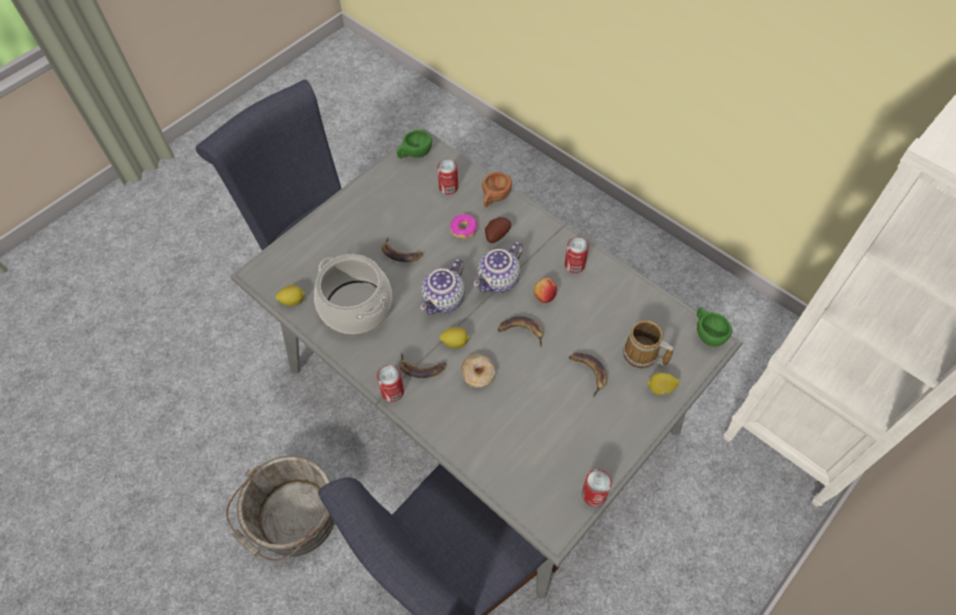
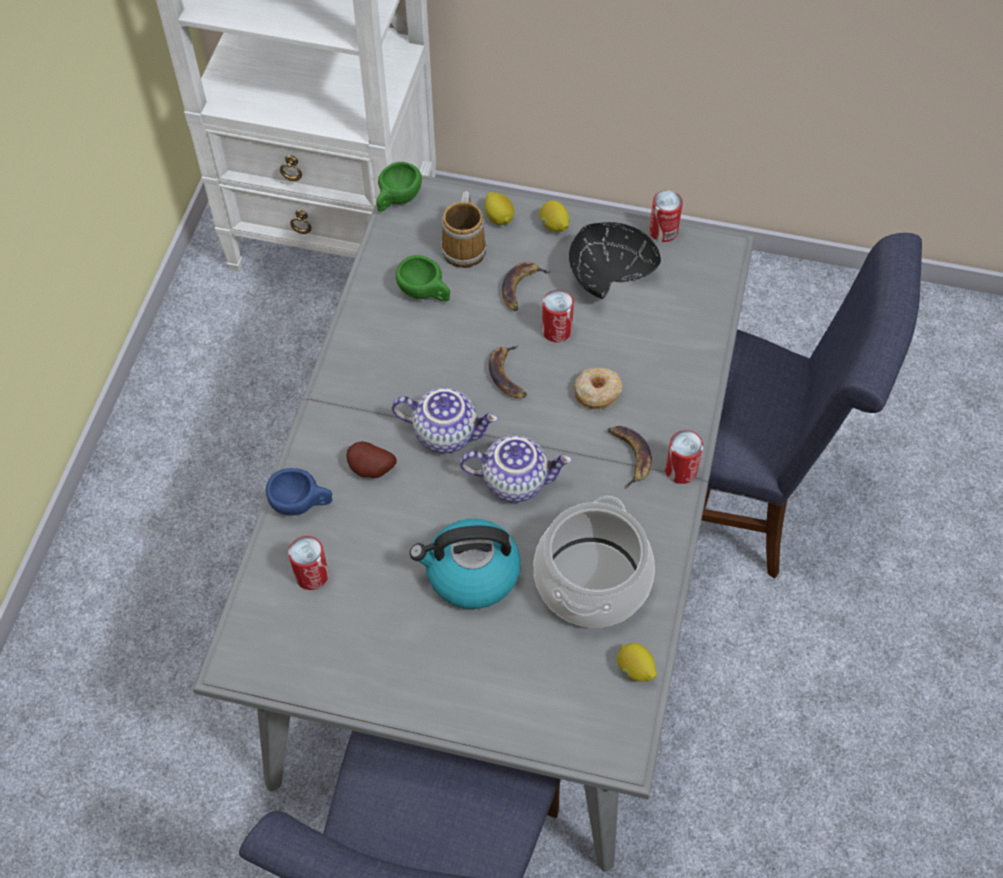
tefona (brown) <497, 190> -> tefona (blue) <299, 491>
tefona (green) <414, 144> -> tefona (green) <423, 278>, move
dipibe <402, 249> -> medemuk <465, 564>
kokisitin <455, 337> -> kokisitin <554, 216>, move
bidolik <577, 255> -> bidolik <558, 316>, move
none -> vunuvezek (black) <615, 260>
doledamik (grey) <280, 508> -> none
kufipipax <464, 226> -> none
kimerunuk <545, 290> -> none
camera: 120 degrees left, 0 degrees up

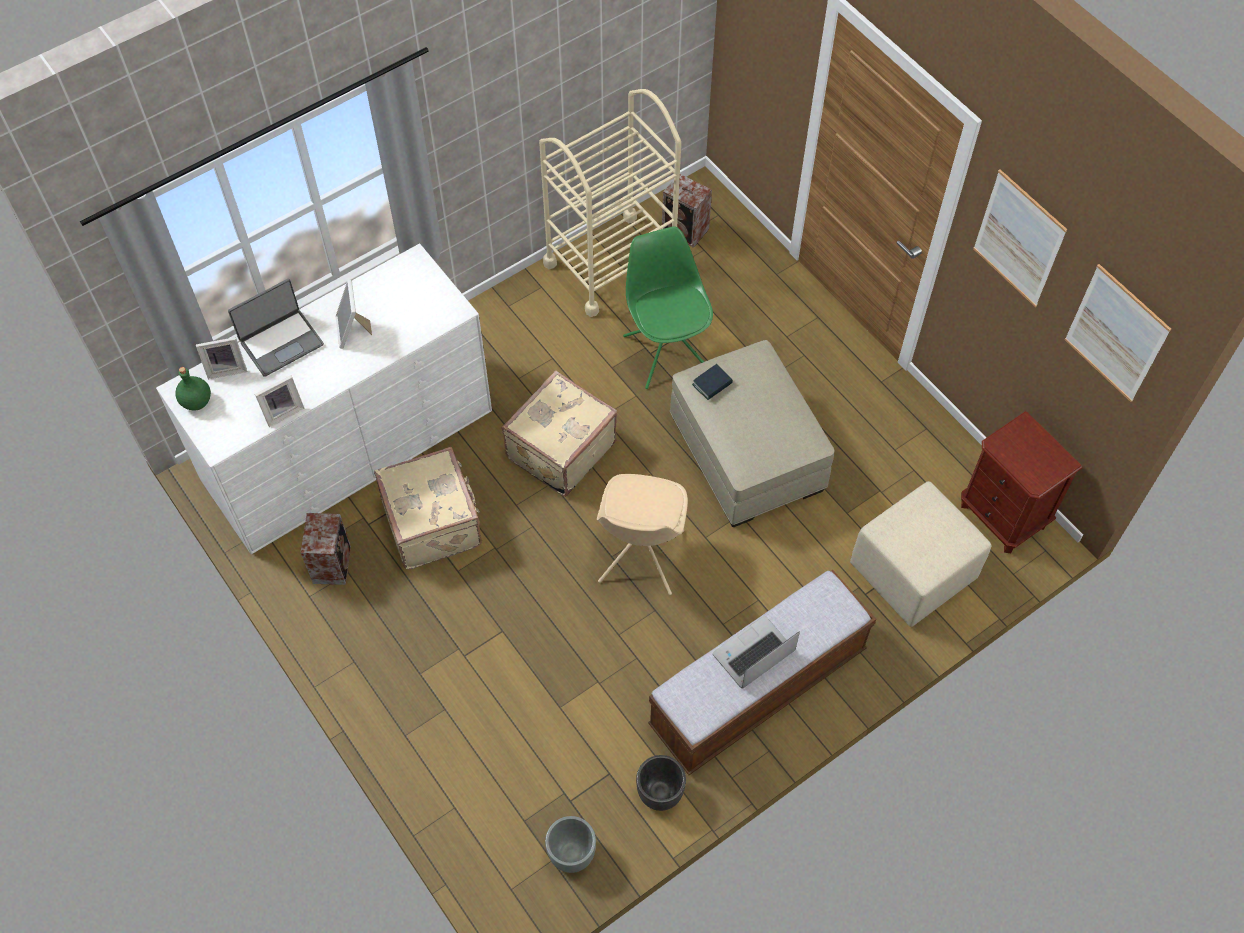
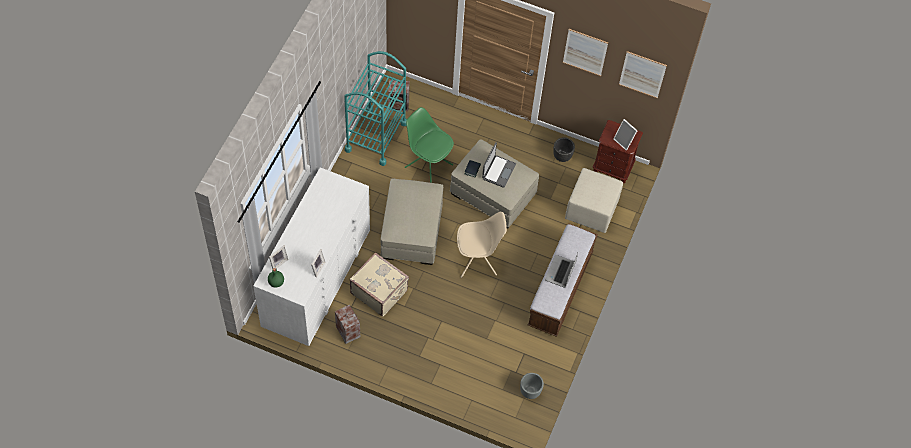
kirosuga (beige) <610, 203> -> kirosuga (turquoise) <375, 108>
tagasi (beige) <559, 433> -> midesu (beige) <411, 221>
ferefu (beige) <642, 534> -> ferefu (beige) <482, 245>, 75 degrees counterclockwise
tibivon <276, 328> -> tibivon <499, 165>, move
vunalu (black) <661, 783> -> vunalu (black) <564, 149>, move
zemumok <354, 314> -> zemumok <625, 135>, move
camera: 35 degrees left, 0 degrees up

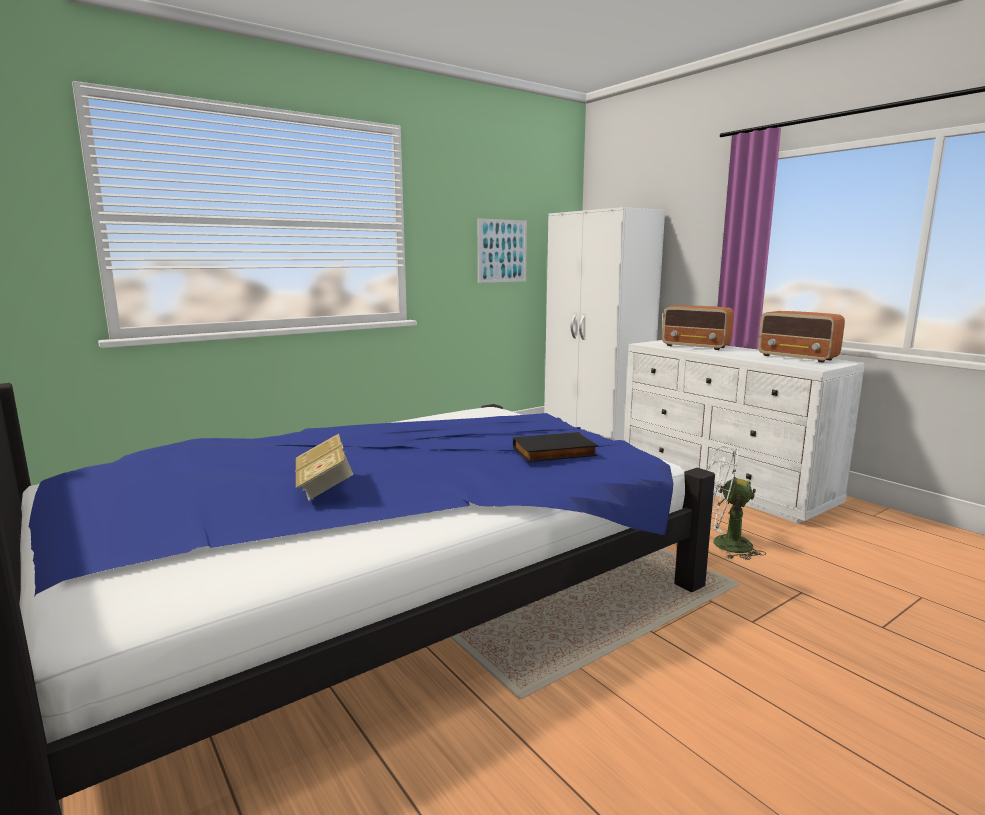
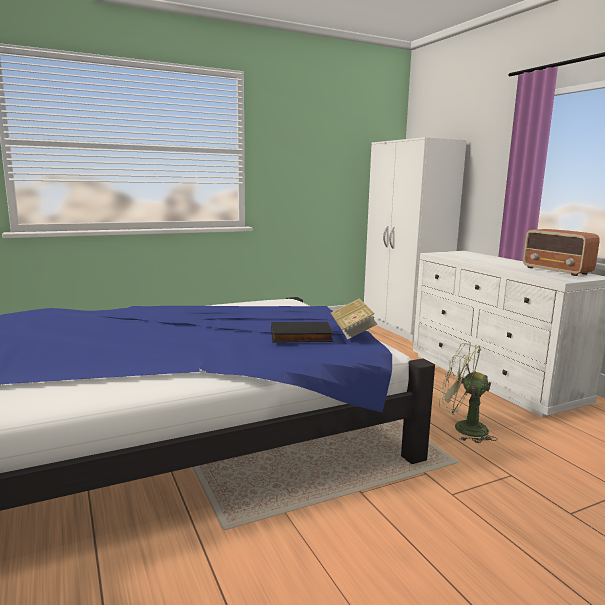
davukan <324, 467> -> davukan <354, 318>, move
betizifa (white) <736, 503> -> betizifa (green) <468, 393>
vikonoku <502, 250> -> none
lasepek <698, 327> -> none
camera: 10 degrees right, 0 degrees up

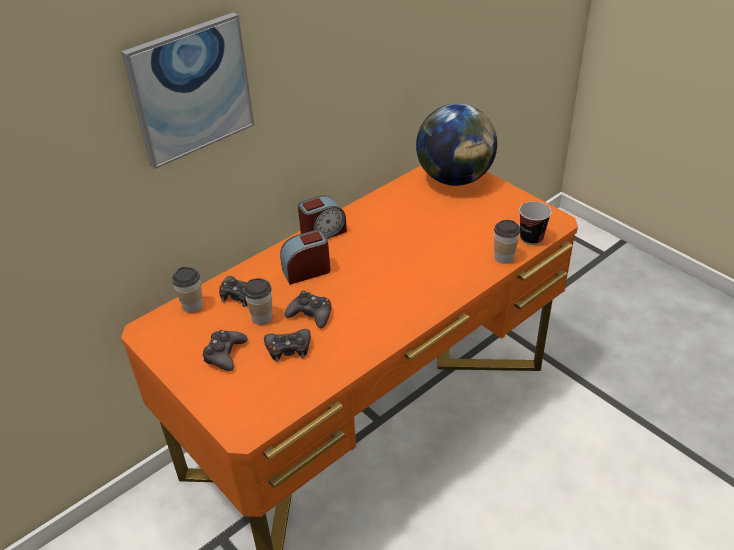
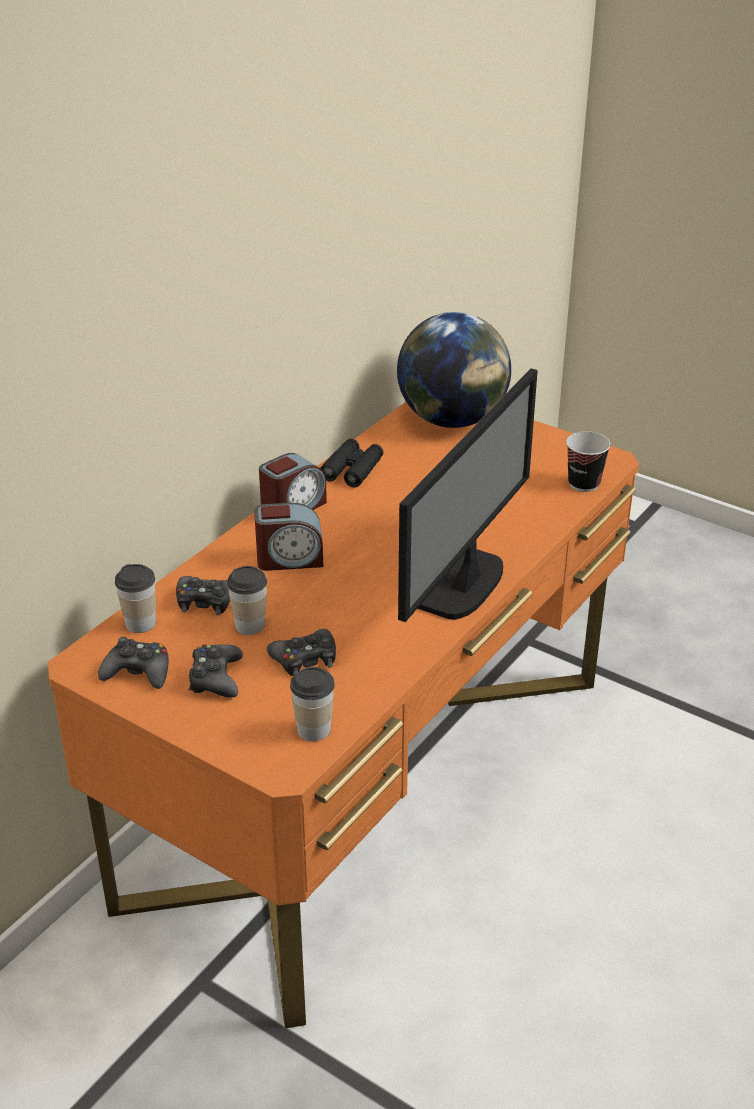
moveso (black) <307, 310> -> moveso (black) <133, 663>, move
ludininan <305, 257> -> ludininan <288, 537>, 150 degrees counterclockwise
tefona <507, 242> -> tefona <312, 704>, move
none -> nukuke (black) <351, 463>
none -> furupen <468, 495>
vikonoku <187, 90> -> none
camera: 15 degrees left, 5 degrees down

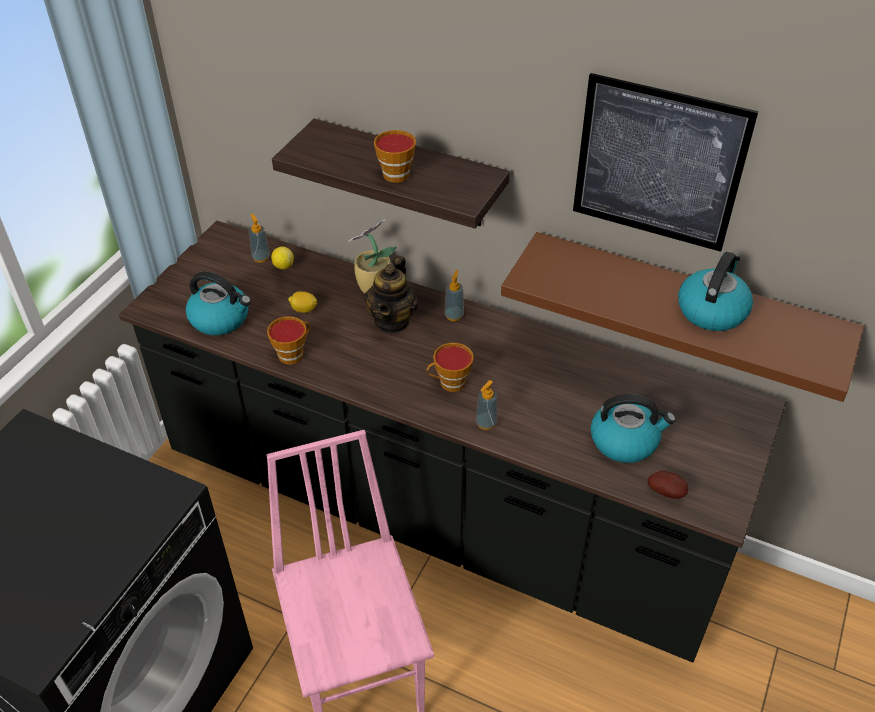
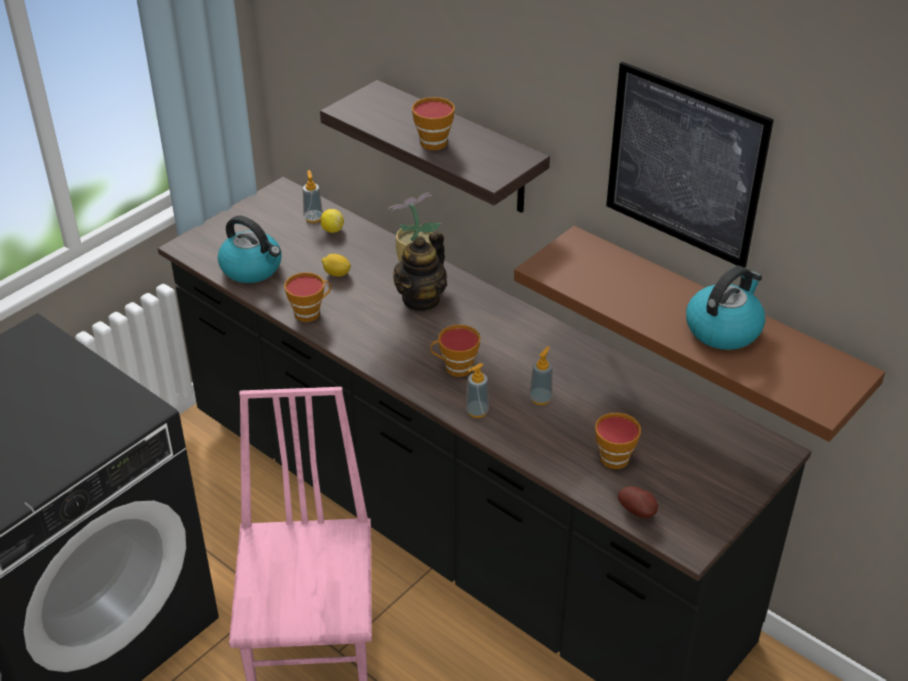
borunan <454, 295> -> borunan <541, 375>, move
medemuk <633, 428> -> tefona <618, 440>
camera: 15 degrees right, 5 degrees down

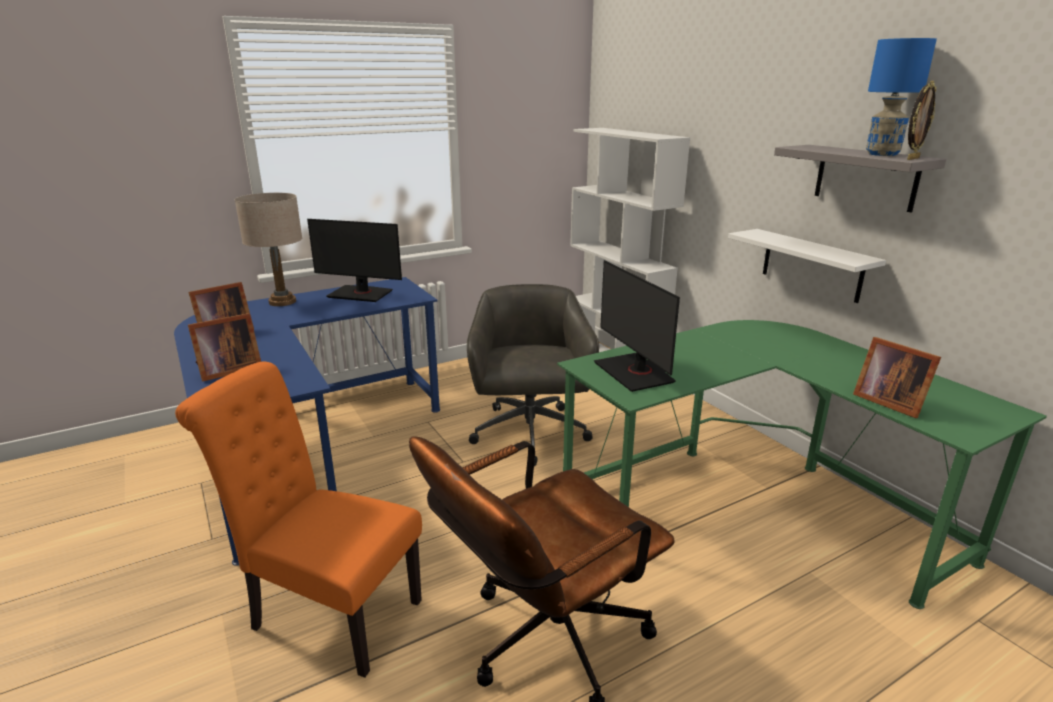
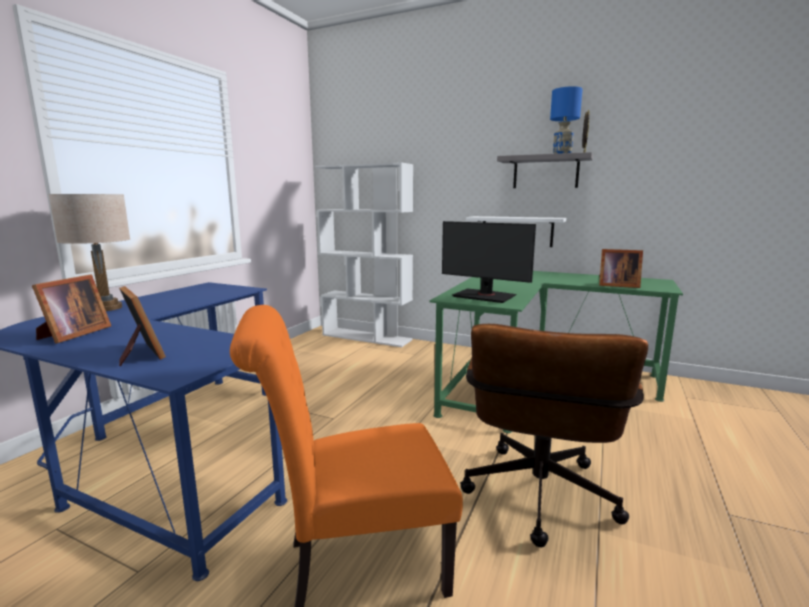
zemumok <224, 347> -> zemumok <142, 326>, 60 degrees counterclockwise
furupen <354, 260> -> none
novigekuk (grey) <533, 375> -> none
camera: 35 degrees left, 10 degrees down

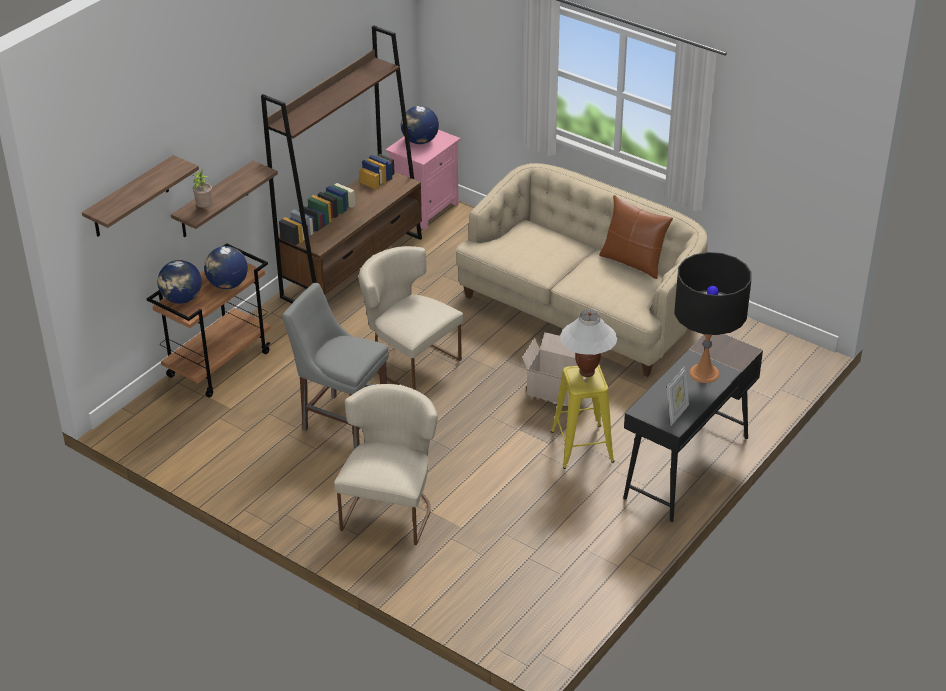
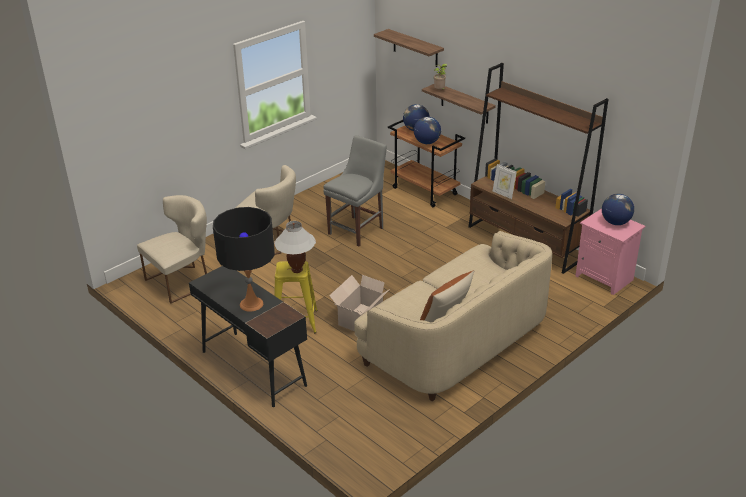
ferefu (beige) <411, 318> -> ferefu (beige) <172, 249>, move
zemumok <678, 396> -> zemumok <505, 181>, move
camera: 100 degrees right, 5 degrees down

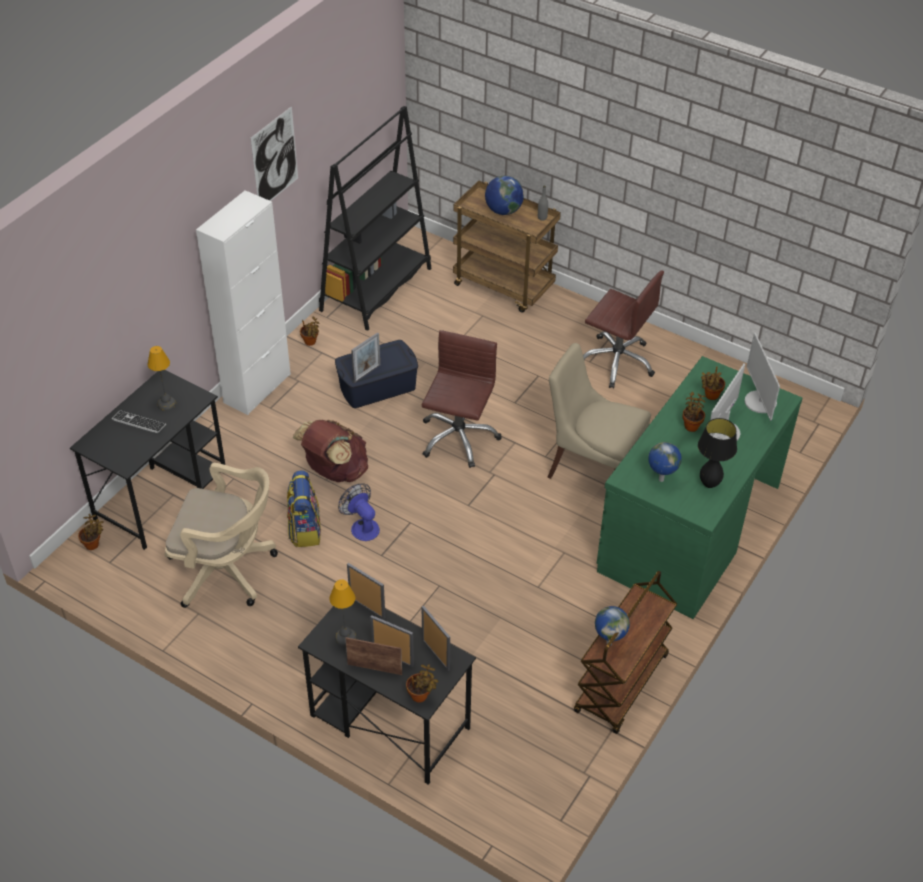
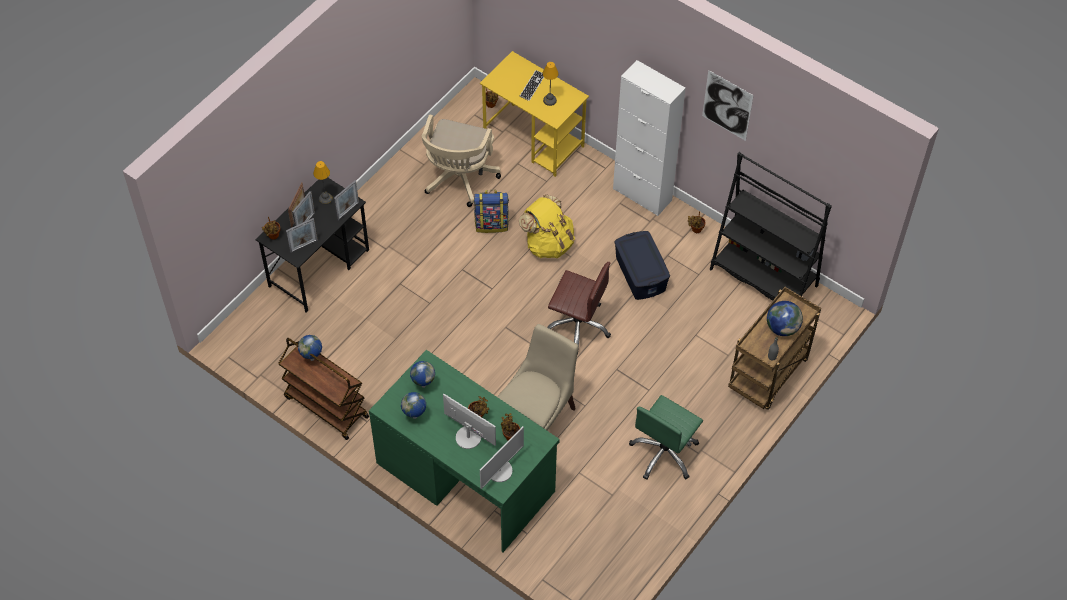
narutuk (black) <717, 453> -> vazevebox <413, 405>
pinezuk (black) <147, 460> -> pinezuk (yellow) <534, 114>
furupen <762, 377> -> furupen <502, 457>, 135 degrees clockwise
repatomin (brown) <330, 451> -> repatomin (yellow) <547, 226>
novigekuk (brown) <623, 329> -> novigekuk (green) <666, 437>
betizifa <359, 512> -> none
zemumok <365, 358> -> none
camera: 95 degrees right, 10 degrees up

